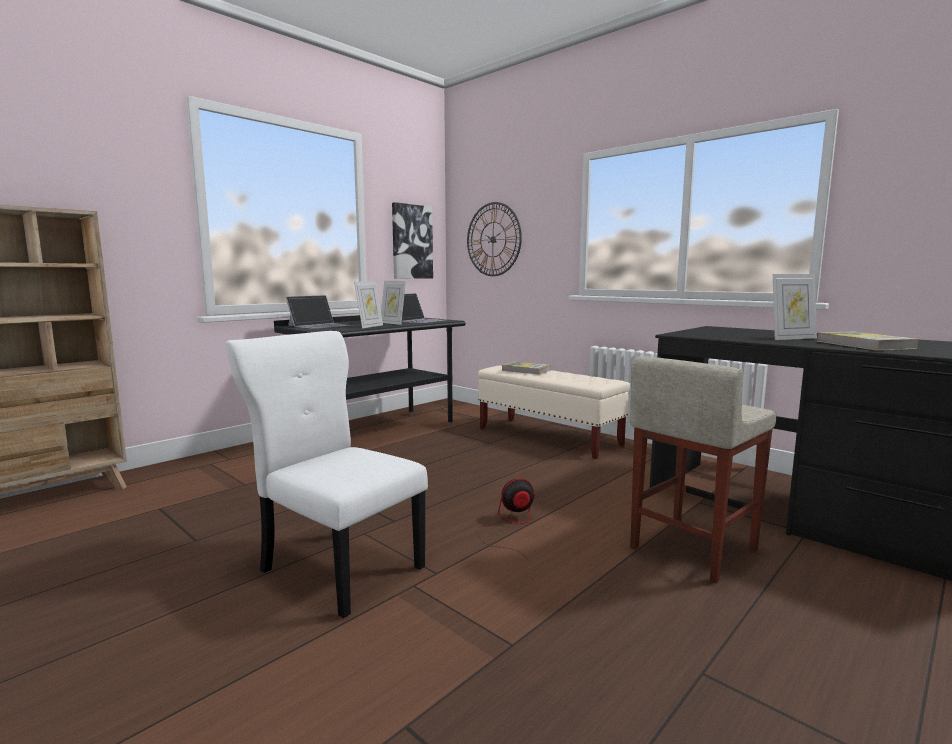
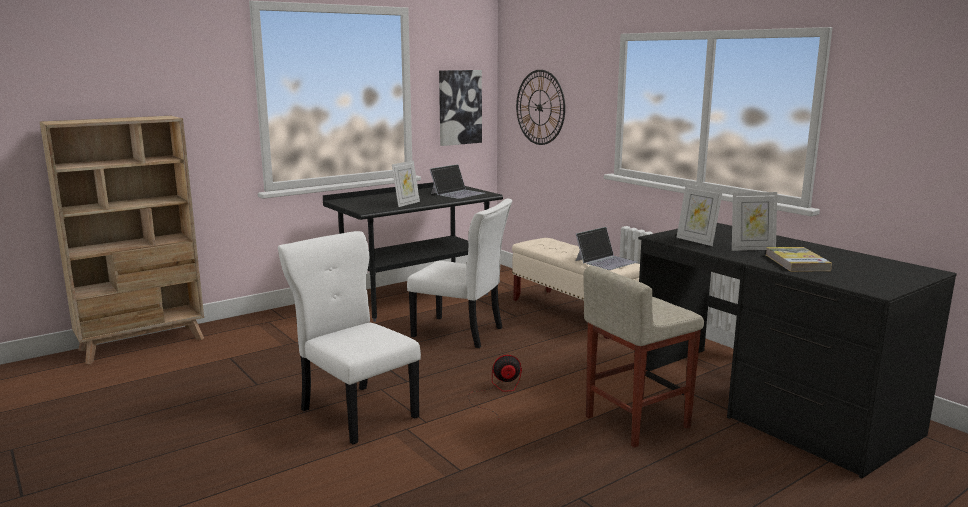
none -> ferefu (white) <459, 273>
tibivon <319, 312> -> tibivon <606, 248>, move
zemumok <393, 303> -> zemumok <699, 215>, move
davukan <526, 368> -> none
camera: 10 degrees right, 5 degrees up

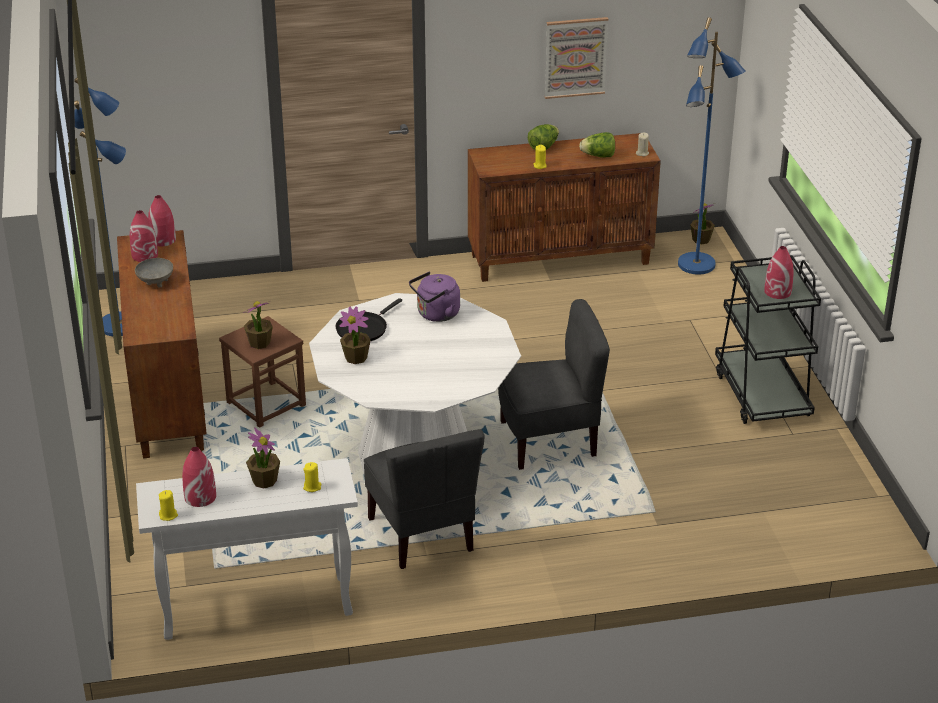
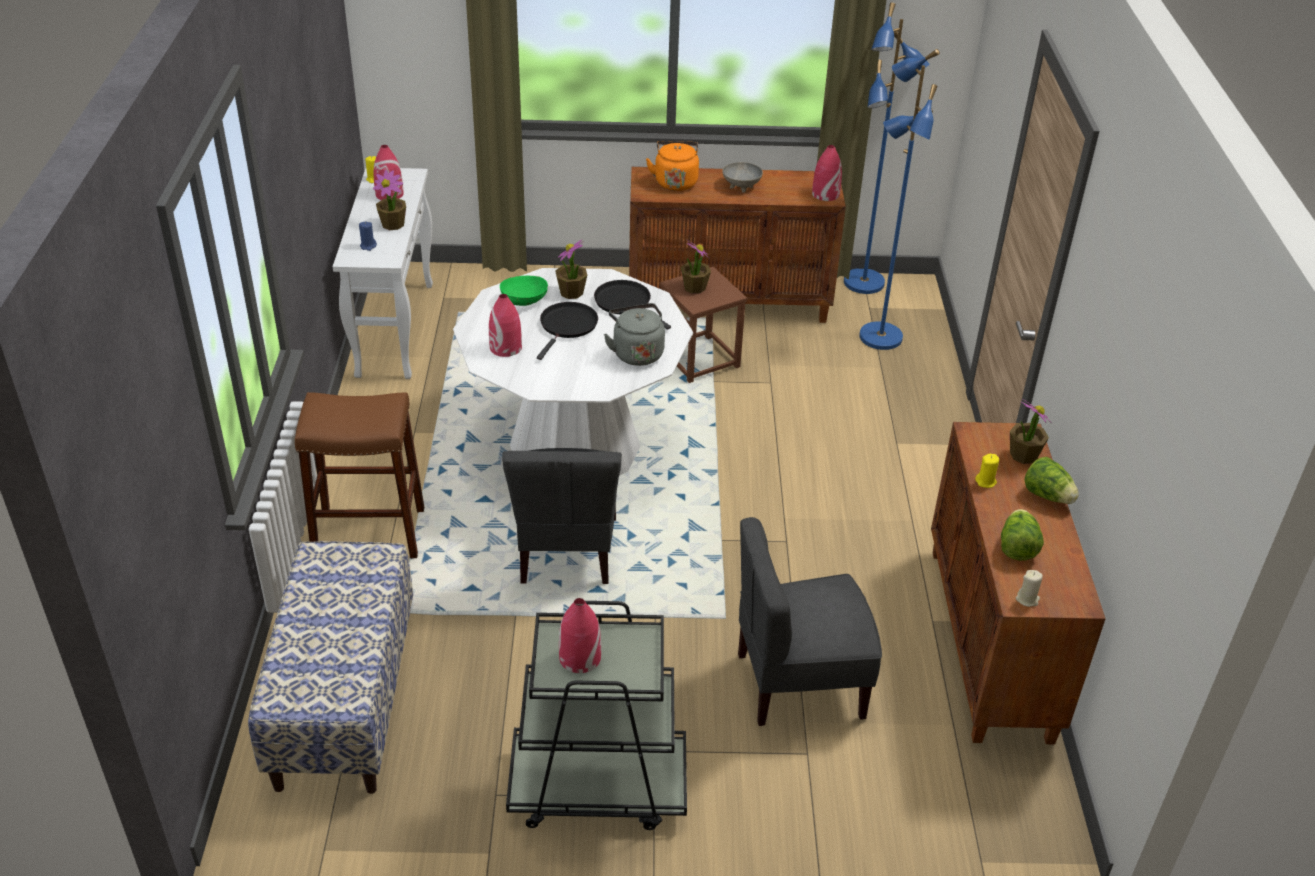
none -> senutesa <330, 667>
none -> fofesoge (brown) <359, 475>
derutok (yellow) <312, 477> -> derutok (blue) <368, 236>
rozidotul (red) <144, 236> -> rozidotul (red) <505, 325>, move
none -> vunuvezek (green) <524, 290>
none -> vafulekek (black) <567, 331>
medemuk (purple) <434, 297> -> medemuk (grey) <634, 334>
none -> medemuk (orange) <672, 166>
ferefu (grey) <424, 499> -> ferefu (grey) <810, 621>, move
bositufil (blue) <712, 145> -> bositufil (blue) <899, 199>, move
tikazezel <703, 223> -> tikazezel <1031, 431>, move
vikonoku <576, 58> -> none
camera: 100 degrees right, 5 degrees up

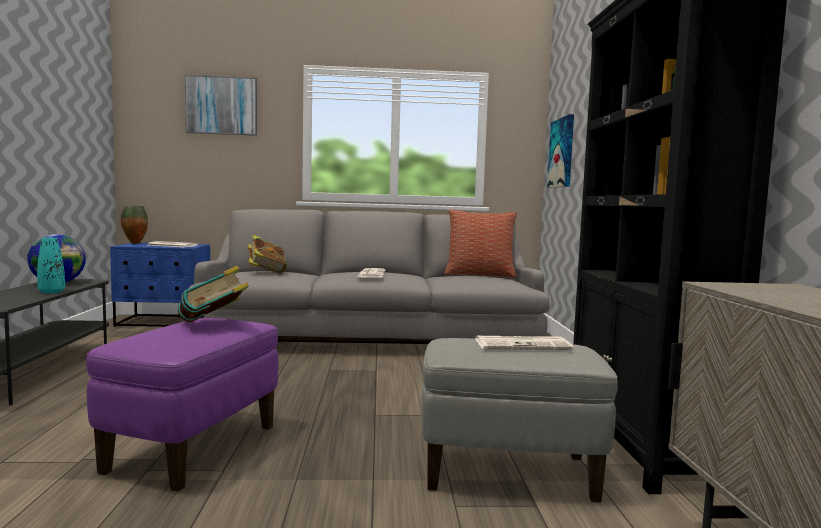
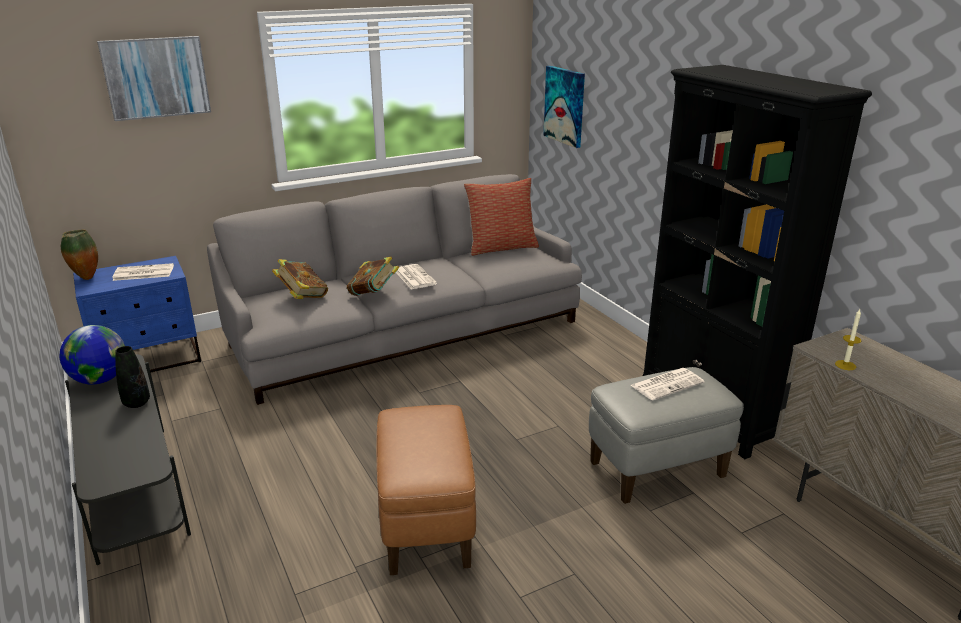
rozidotul (turquoise) <51, 266> -> rozidotul (black) <132, 377>
davukan <213, 294> -> davukan <373, 276>, move
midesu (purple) <182, 405> -> midesu (brown) <426, 490>
none -> derutok <848, 339>
camera: 25 degrees left, 20 degrees up

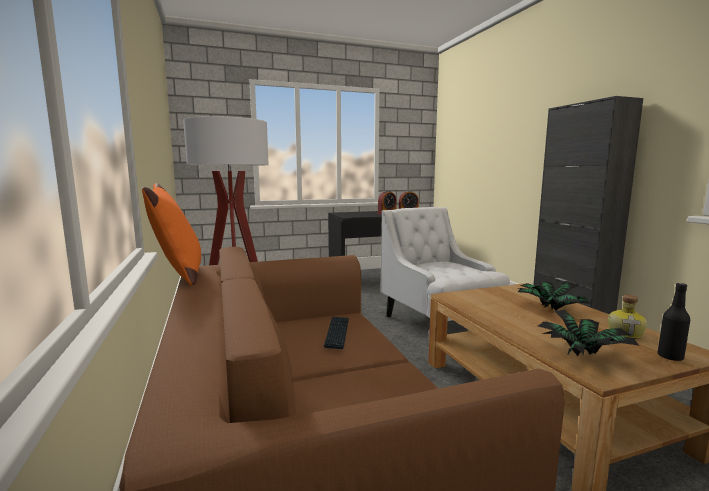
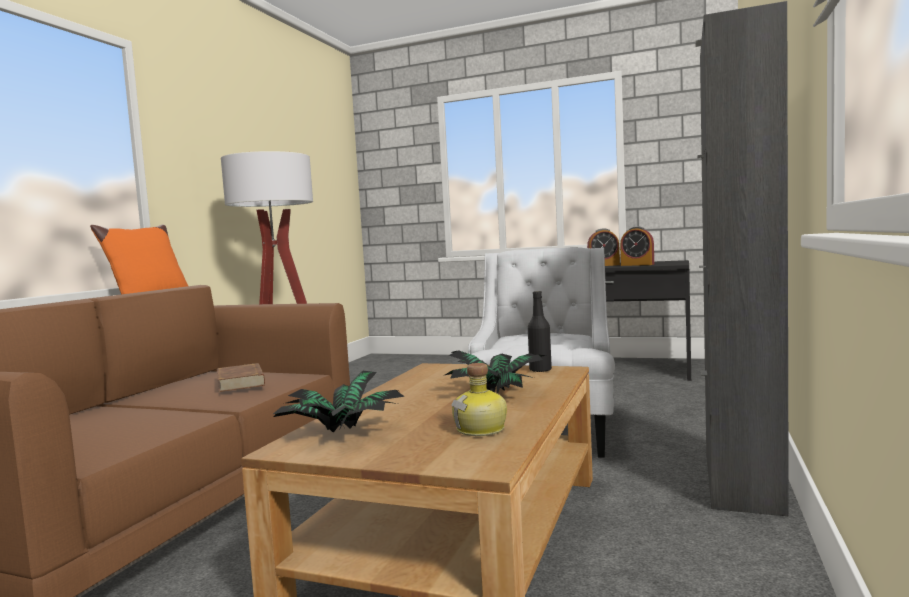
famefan <336, 332> -> davukan (brown) <241, 377>
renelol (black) <674, 322> -> renelol (black) <540, 331>, move
camera: 40 degrees right, 5 degrees down

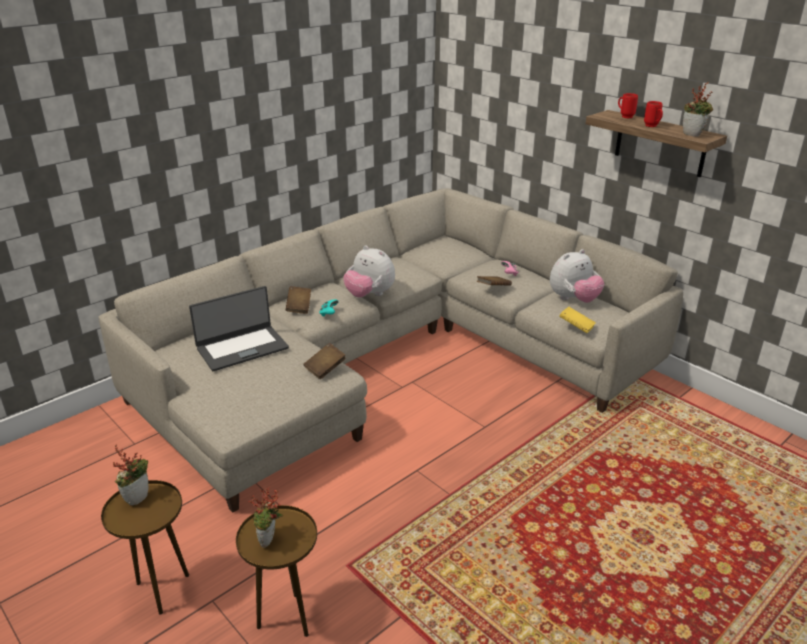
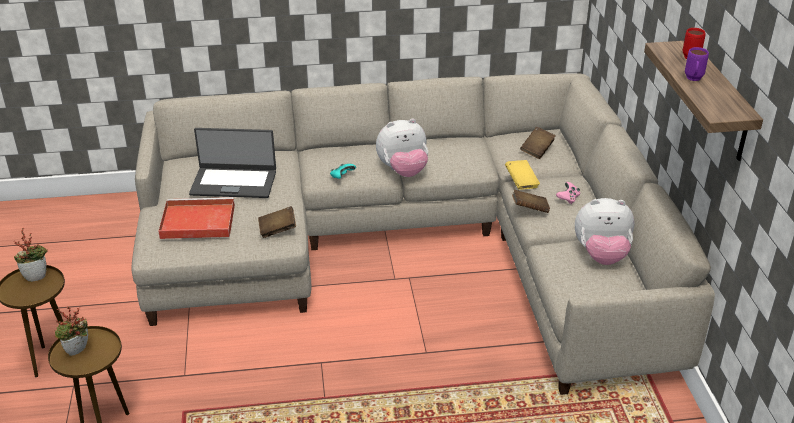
none -> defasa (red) <196, 218>
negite <369, 271> -> negite <402, 148>, 90 degrees counterclockwise
davukan (yellow) <577, 320> -> davukan (yellow) <522, 175>, move
davukan (brown) <298, 300> -> davukan (brown) <538, 143>, move
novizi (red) <653, 114> -> novizi (purple) <697, 64>
tikazezel <698, 109> -> none
camera: 35 degrees right, 5 degrees up

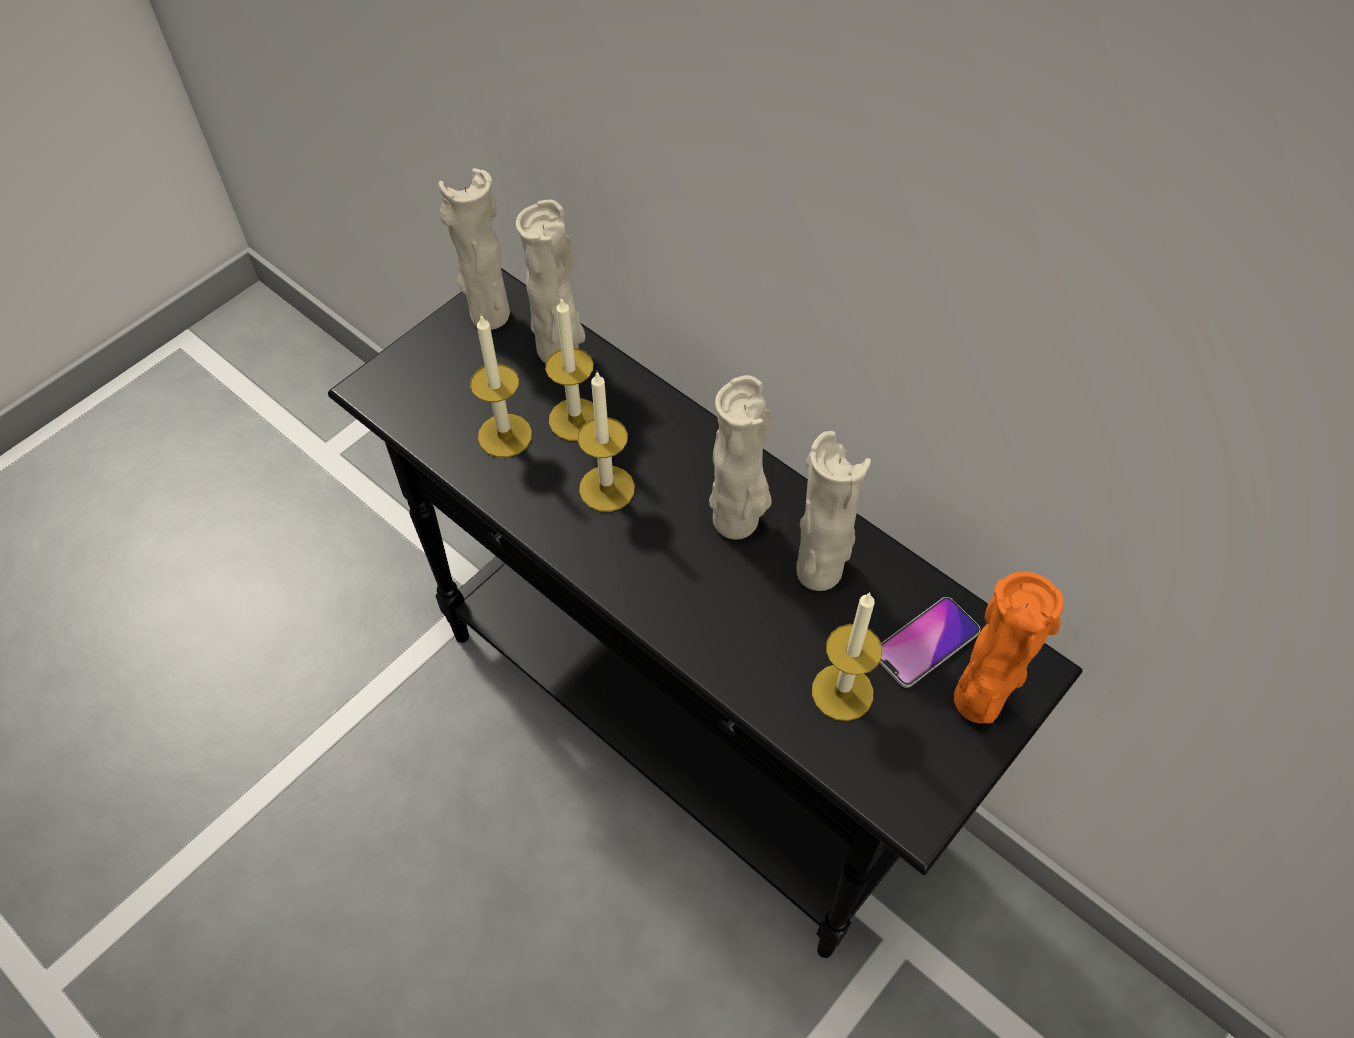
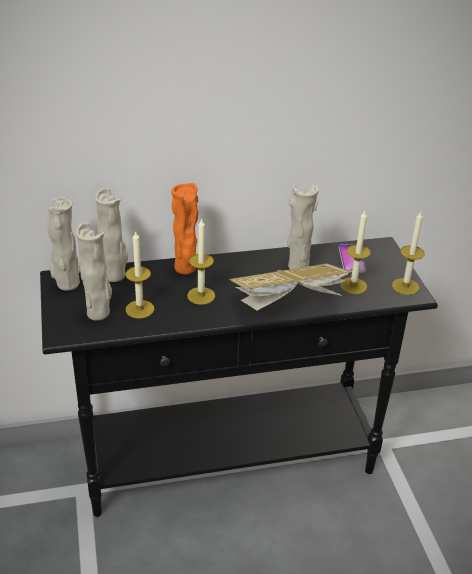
rozidotul (beige) <740, 457> -> rozidotul (beige) <94, 272>, move
rozidotul (orange) <1009, 648> -> rozidotul (orange) <184, 228>, move
none -> davukan <290, 287>
derutok <570, 369> -> derutok <408, 253>, move
camera: 55 degrees left, 20 degrees down

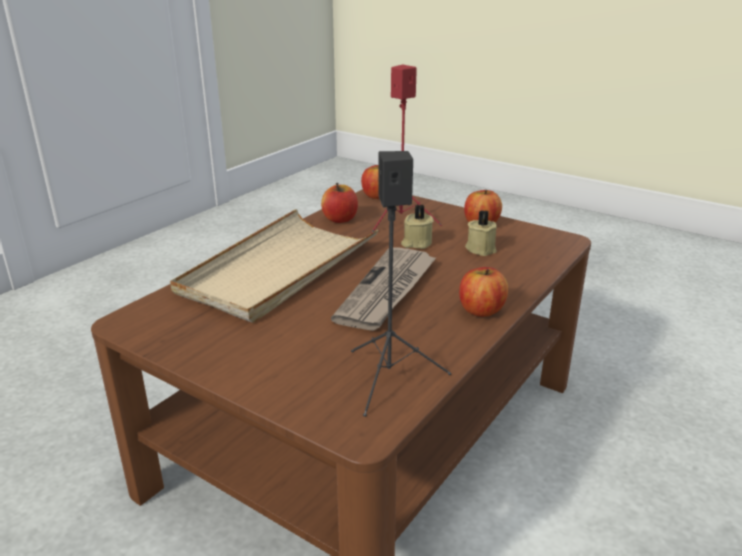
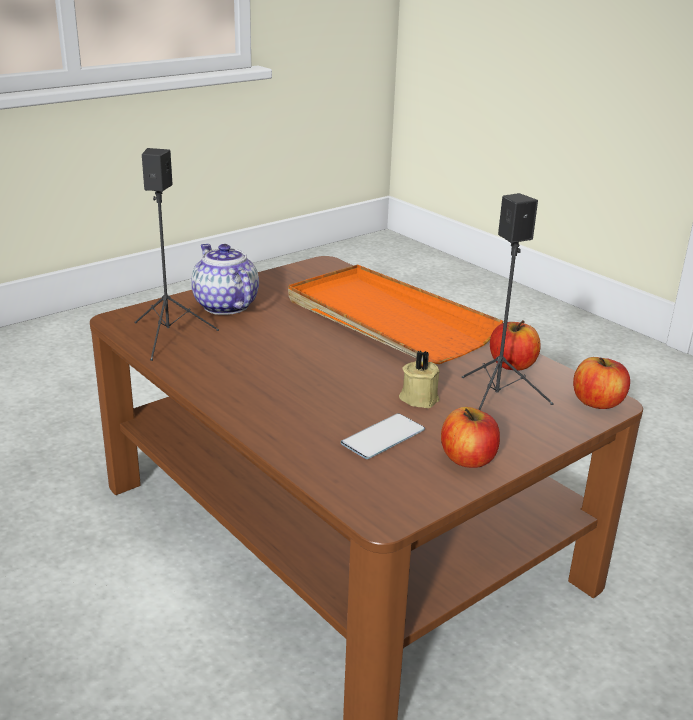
none -> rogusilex <225, 279>
defasa (beige) <274, 266> -> defasa (orange) <395, 314>
derutok (beige) <481, 233> -> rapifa <383, 436>
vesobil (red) <406, 148> -> vesobil (black) <508, 301>
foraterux <384, 289> -> none
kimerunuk <483, 292> -> none
camera: 105 degrees right, 0 degrees up

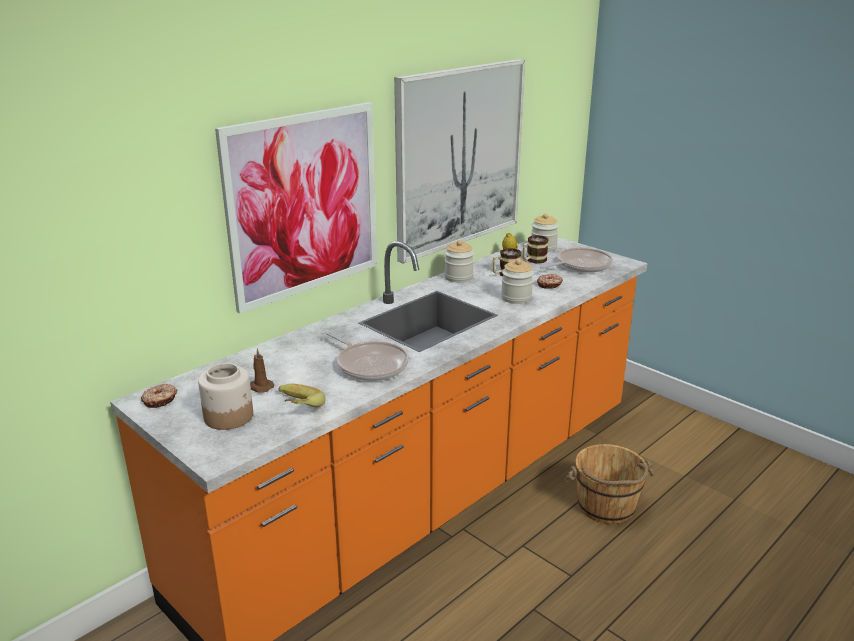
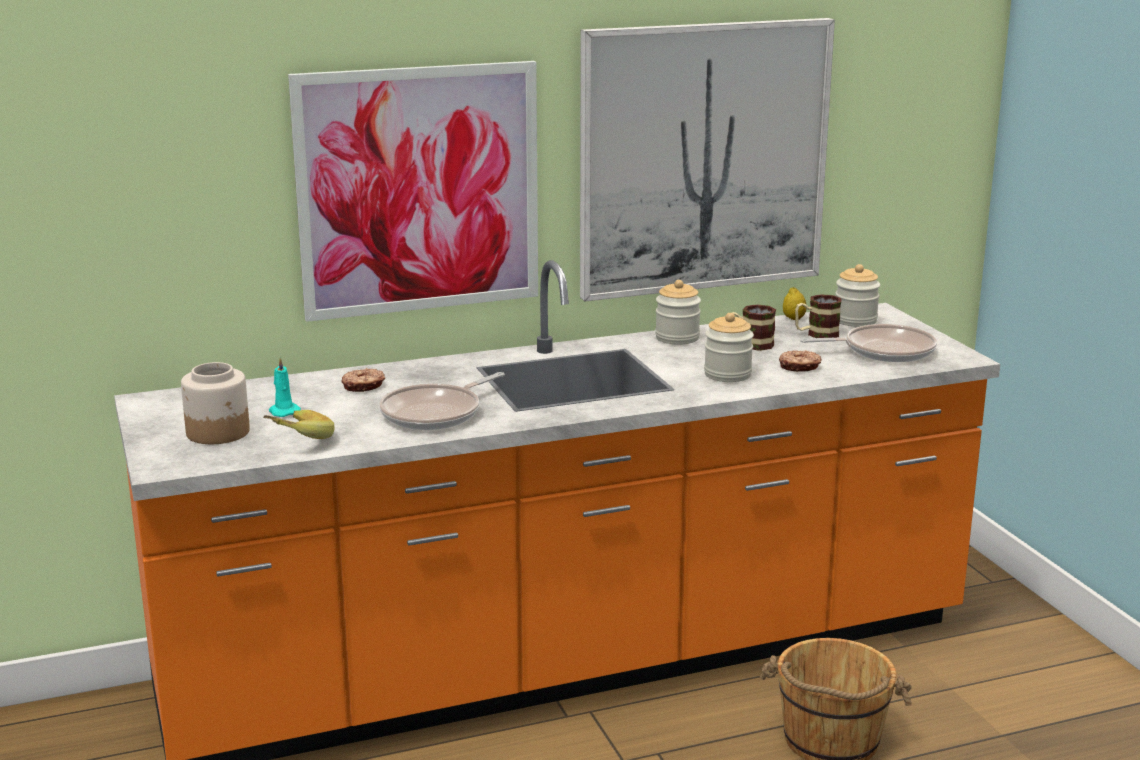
derutok (brown) <262, 370> -> derutok (turquoise) <285, 387>
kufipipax <159, 396> -> kufipipax <363, 380>, move
vafulekek <367, 356> -> vafulekek <442, 401>, 60 degrees clockwise
camera: 25 degrees right, 5 degrees down

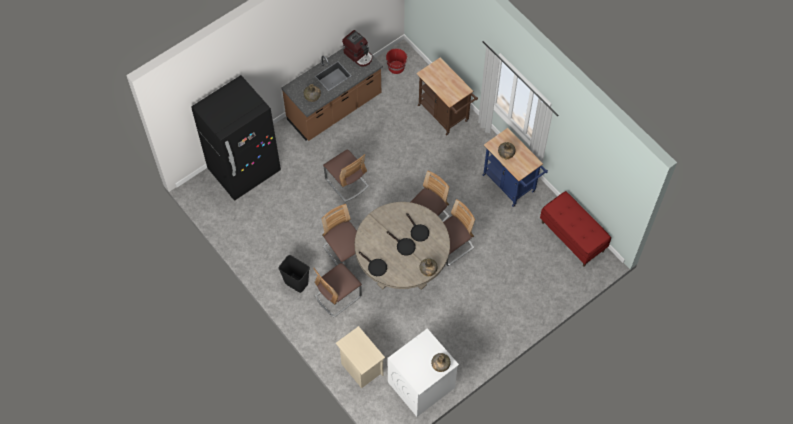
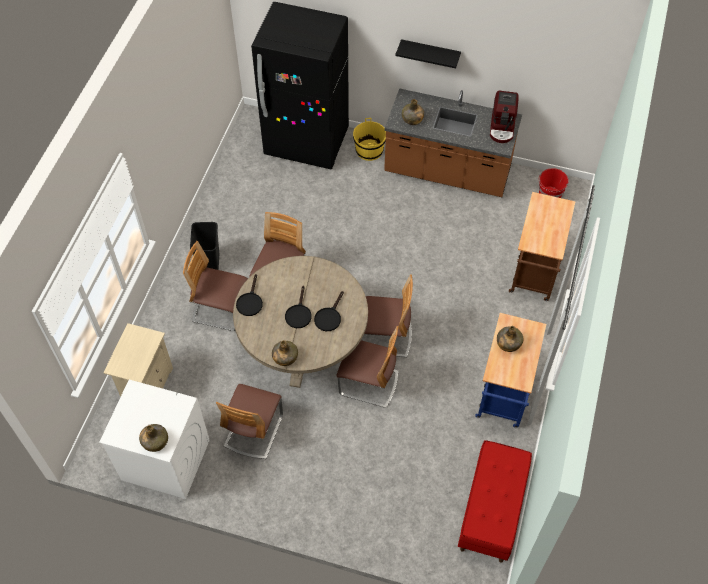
ferefu <346, 176> -> ferefu <249, 421>, move
none -> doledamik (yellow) <369, 139>
none -> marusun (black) <428, 53>
camera: 55 degrees right, 5 degrees down

